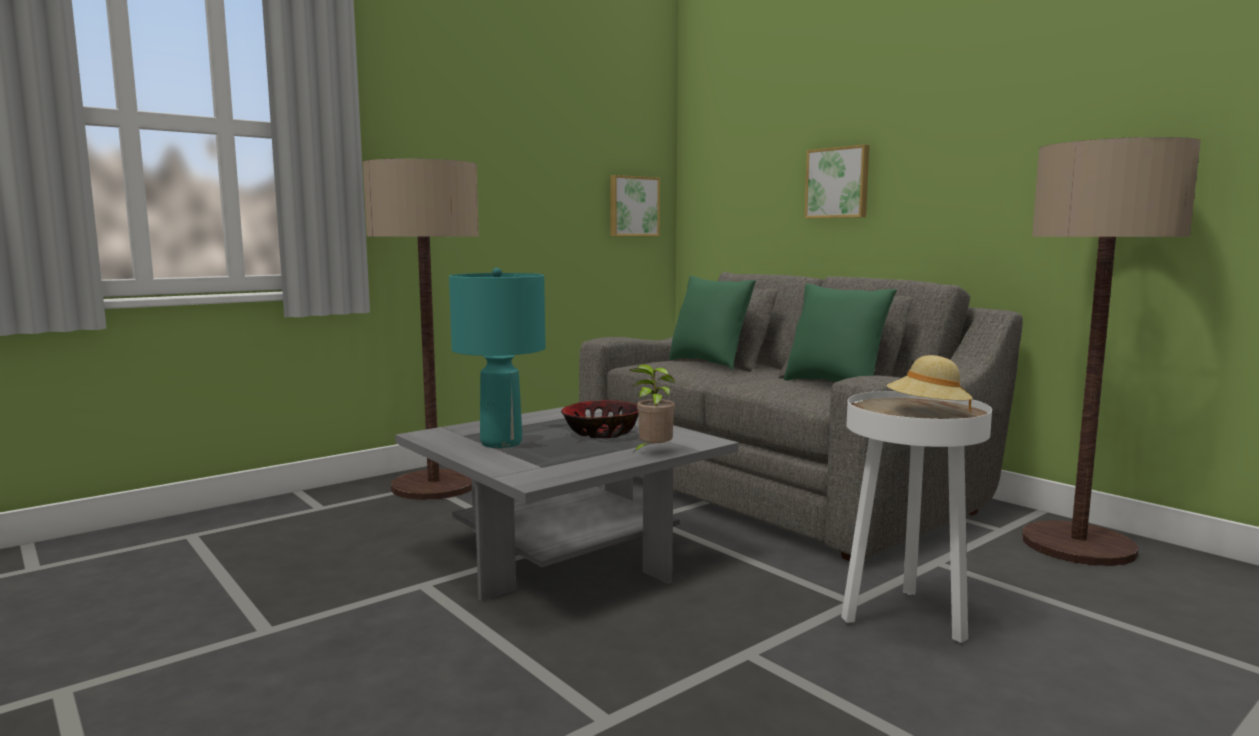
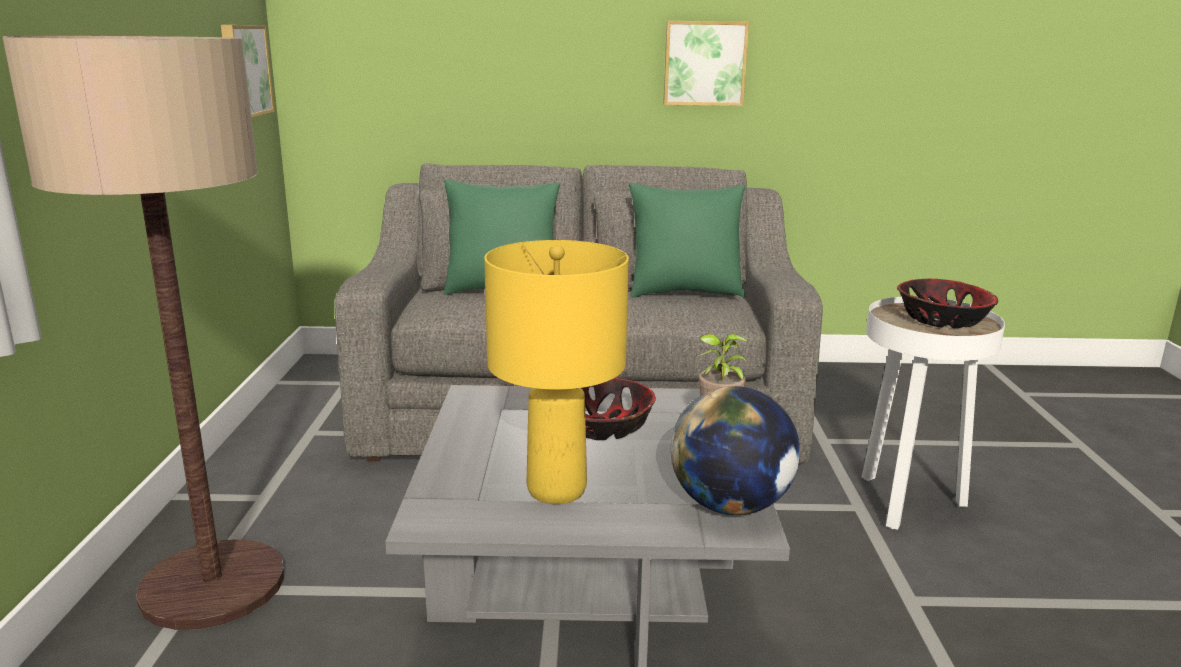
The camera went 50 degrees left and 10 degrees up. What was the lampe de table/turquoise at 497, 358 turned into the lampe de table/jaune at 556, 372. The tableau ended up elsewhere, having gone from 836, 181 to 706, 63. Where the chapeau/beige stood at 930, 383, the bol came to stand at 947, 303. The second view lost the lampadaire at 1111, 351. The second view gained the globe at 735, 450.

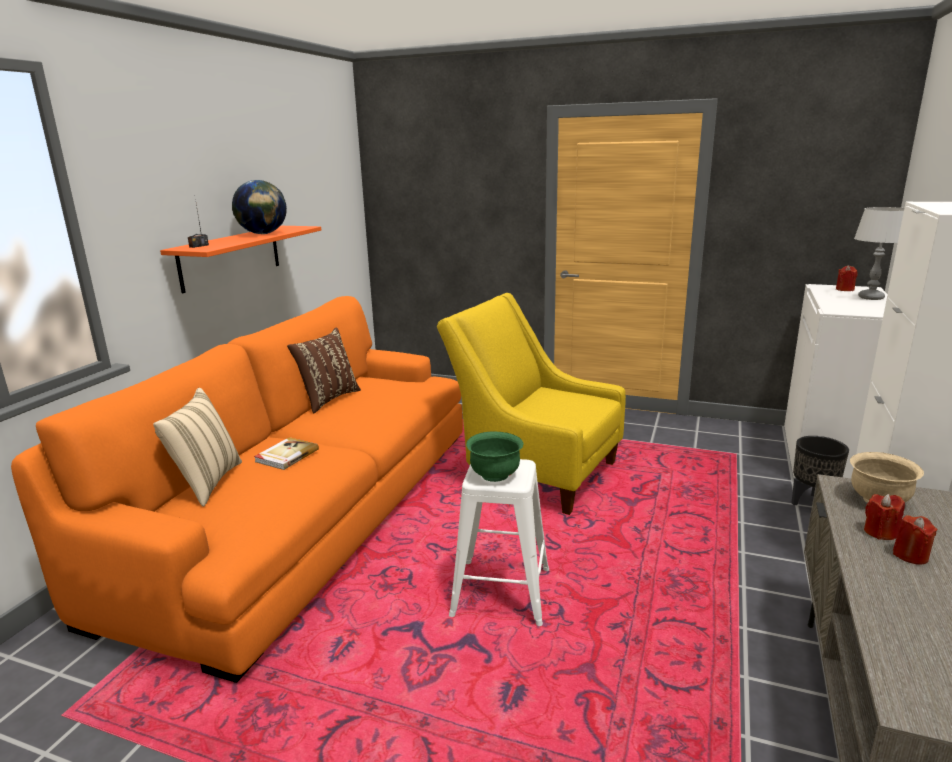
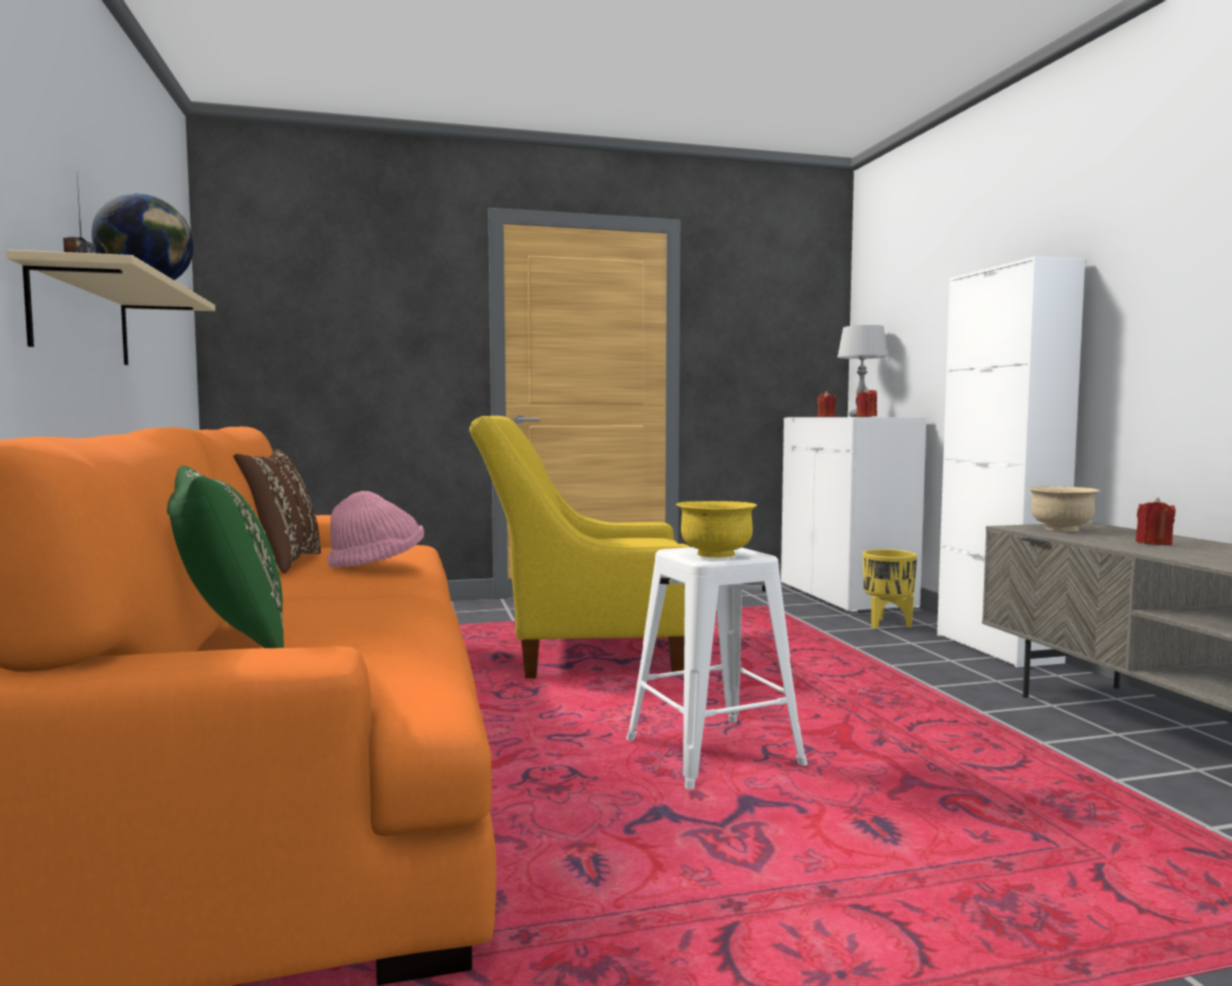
The camera went 35 degrees left and 15 degrees down. What was the coussin/beige at 197, 447 turned into the coussin/vert at 225, 557. What was the étagère/orange at 240, 259 turned into the étagère/beige at 111, 307. The second view lost the livre at 286, 453. What was the bol/vert at 494, 456 turned into the bol/jaune at 717, 529. What was the cache-pot/noir at 820, 470 turned into the cache-pot/jaune at 890, 589. The bougie/rouge ended up elsewhere, having gone from 884, 517 to 866, 402. The second view gained the chapeau/rose at 375, 529.

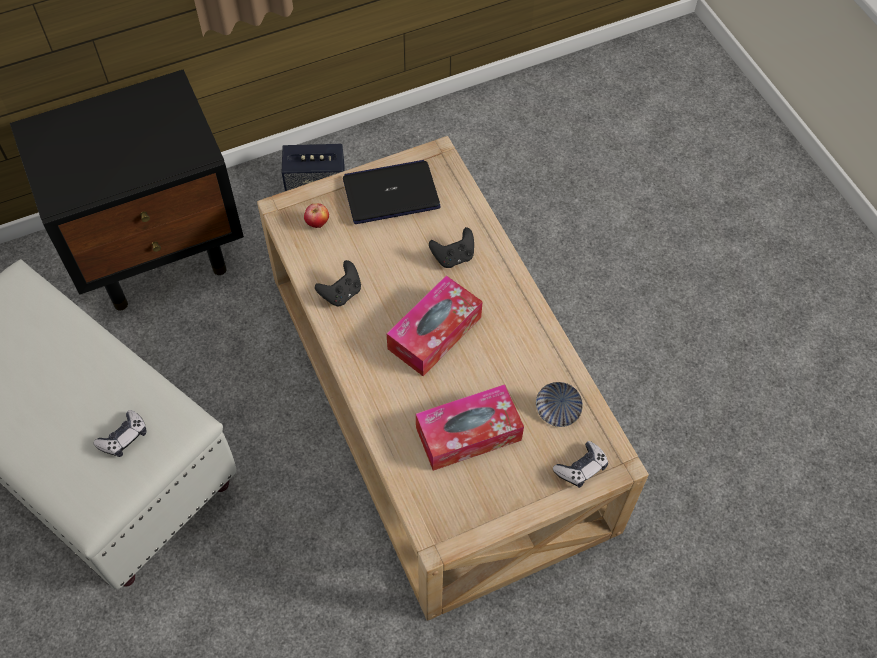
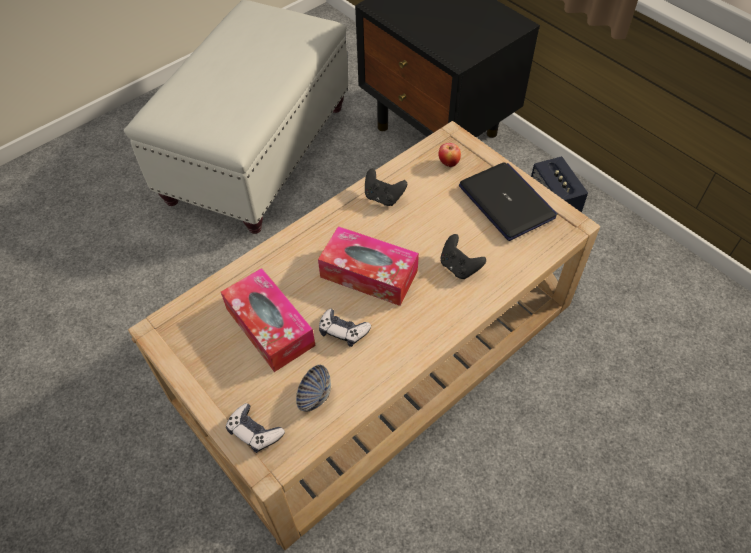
The camera went 75 degrees right and 5 degrees down. The manette ended up elsewhere, having gone from 119, 433 to 345, 328.

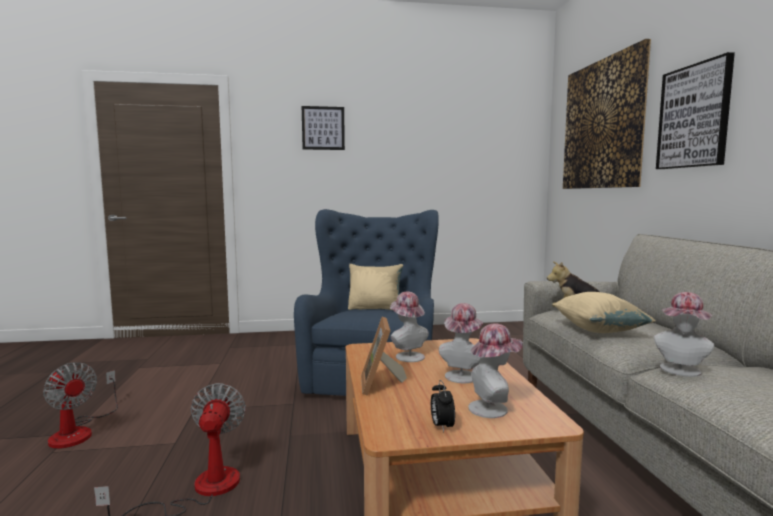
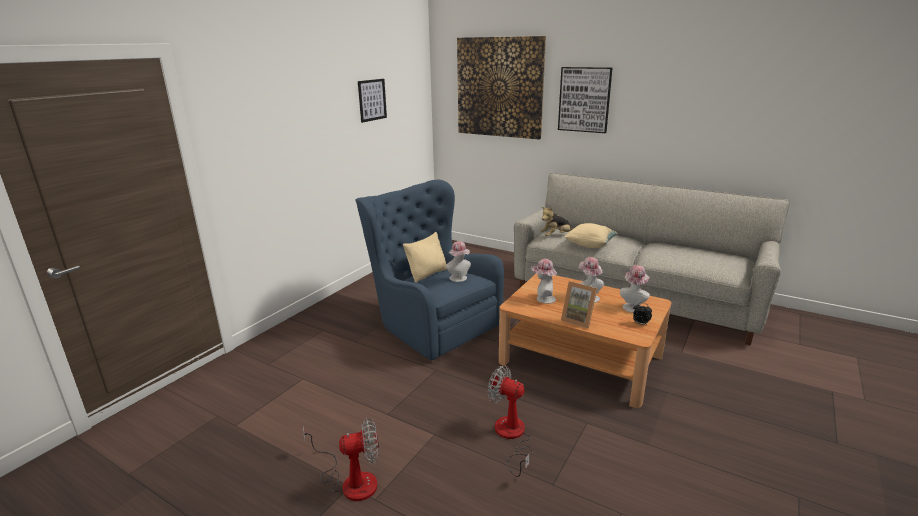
The camera went 50 degrees left and 15 degrees up. The tableau ended up elsewhere, having gone from 323, 128 to 372, 101. The chapeau ended up elsewhere, having gone from 684, 334 to 458, 261.

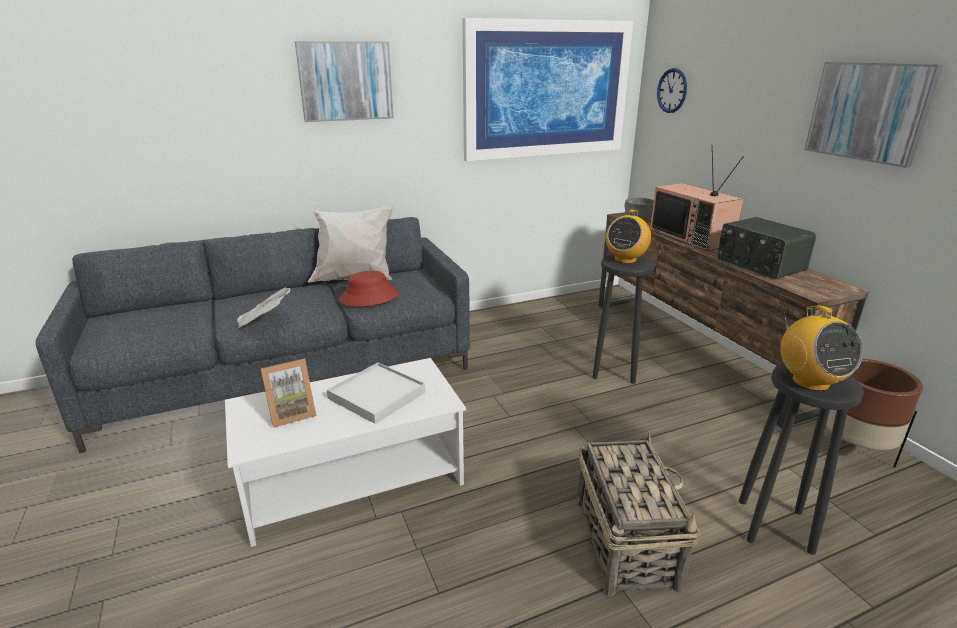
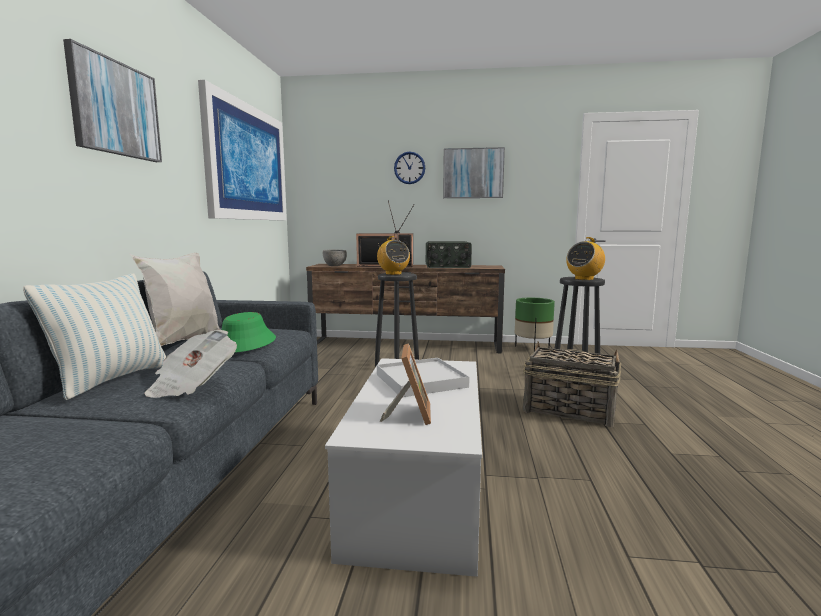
The camera went 60 degrees left and 15 degrees down. What was the chapeau/rouge at 369, 288 turned into the chapeau/vert at 248, 332. The horloge murale ended up elsewhere, having gone from 672, 90 to 409, 167. The radio at 821, 348 ended up facing another way, 120 degrees clockwise from before. What was the cache-pot/marron at 874, 413 turned into the cache-pot/vert at 535, 324. The second view gained the coussin at 94, 337.

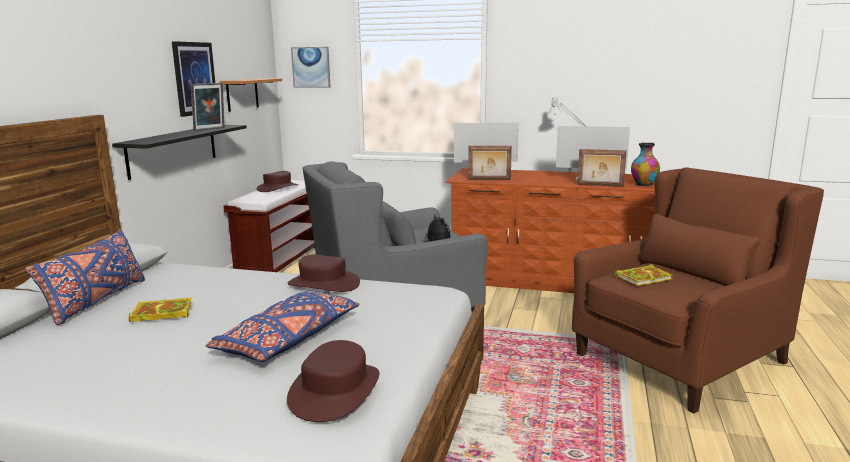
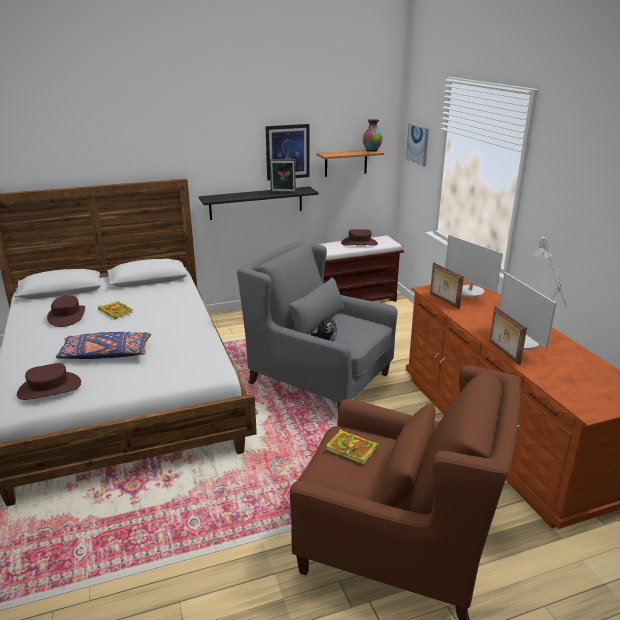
The camera went 55 degrees right and 10 degrees up. The second view lost the coussin/bleu at 85, 277. The chapeau/marron ended up elsewhere, having gone from 324, 273 to 66, 311. The vase ended up elsewhere, having gone from 645, 164 to 372, 135.

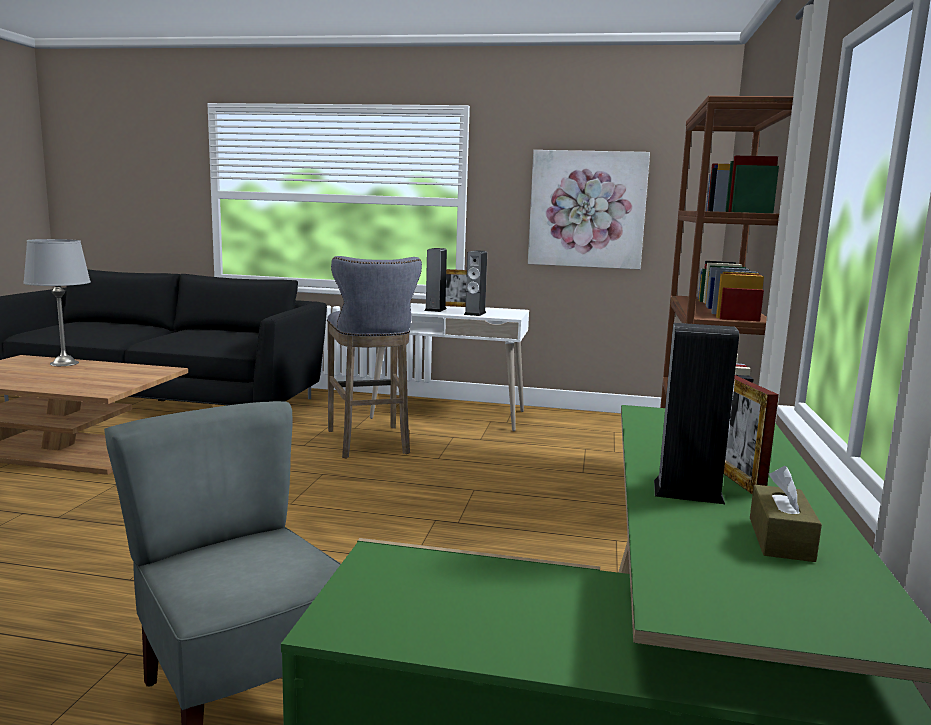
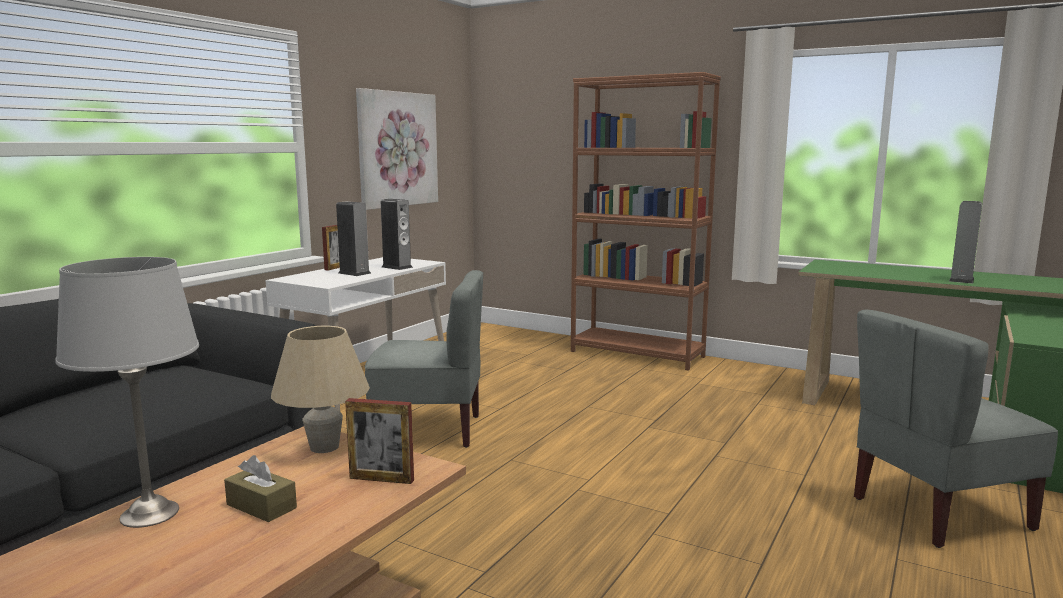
The camera went 70 degrees left and 0 degrees up. Where the tabouret/gris stood at 374, 357, the chaise/gris came to stand at 424, 359. The cadre photo ended up elsewhere, having gone from 751, 435 to 379, 441. The boîte à mouchoirs/marron ended up elsewhere, having gone from 786, 514 to 260, 488. The second view gained the lampe de table/beige at 320, 389.

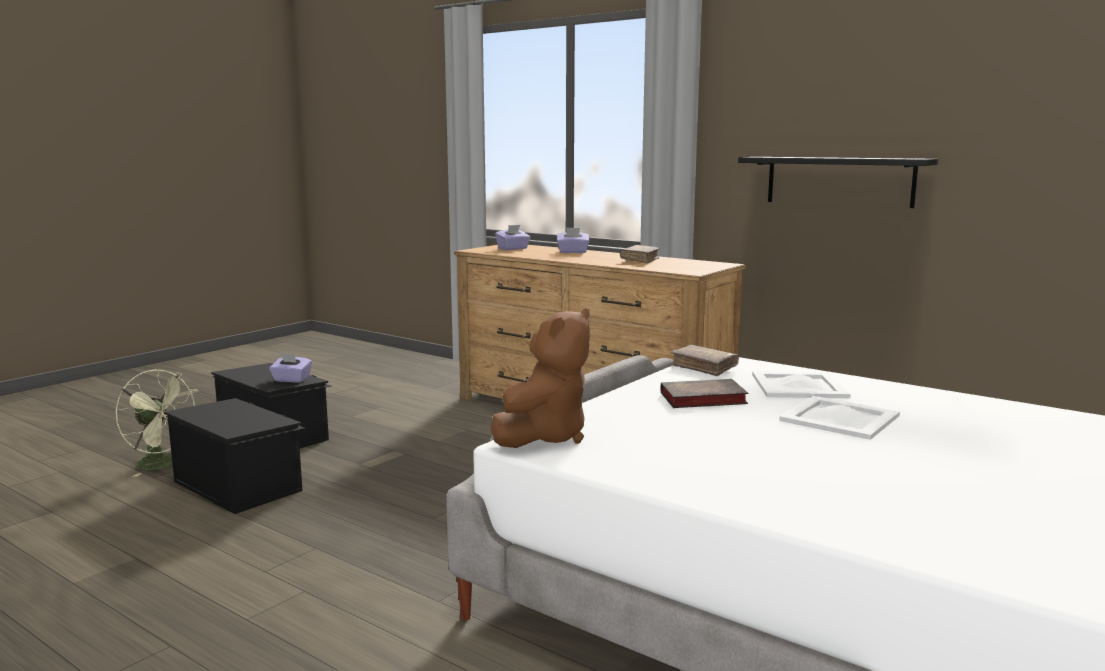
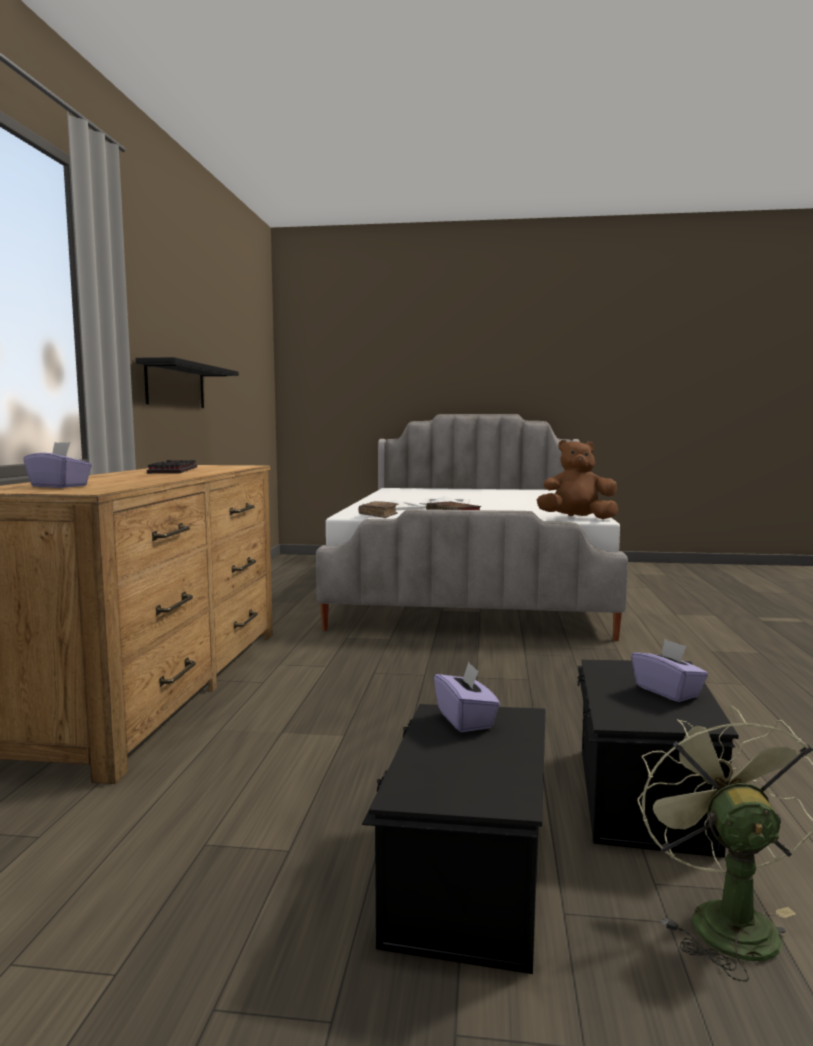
The camera went 120 degrees left and 5 degrees down. The boîte à mouchoirs/violet ended up elsewhere, having gone from 573, 240 to 669, 670. Where the livre/marron stood at 640, 254, the clavier came to stand at 172, 467.

